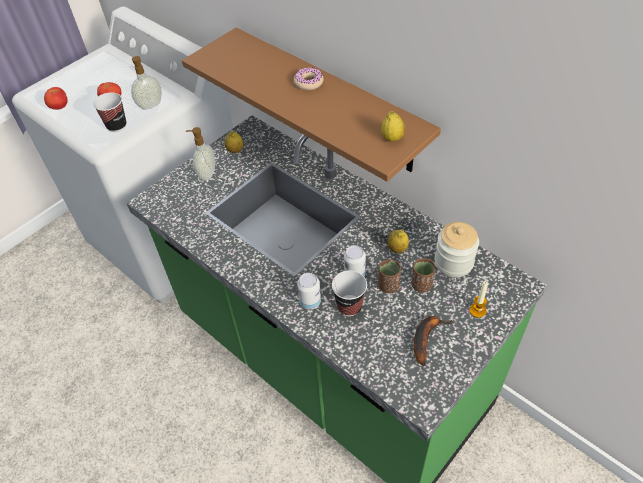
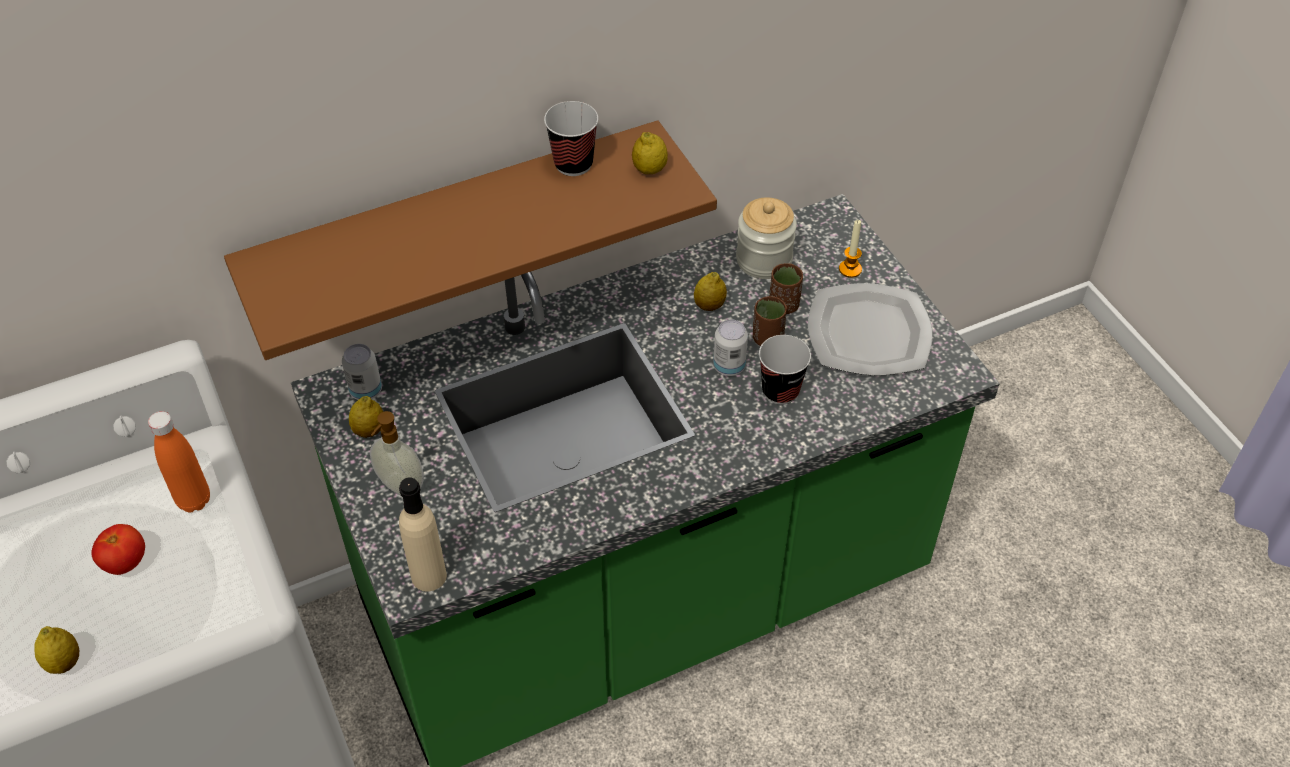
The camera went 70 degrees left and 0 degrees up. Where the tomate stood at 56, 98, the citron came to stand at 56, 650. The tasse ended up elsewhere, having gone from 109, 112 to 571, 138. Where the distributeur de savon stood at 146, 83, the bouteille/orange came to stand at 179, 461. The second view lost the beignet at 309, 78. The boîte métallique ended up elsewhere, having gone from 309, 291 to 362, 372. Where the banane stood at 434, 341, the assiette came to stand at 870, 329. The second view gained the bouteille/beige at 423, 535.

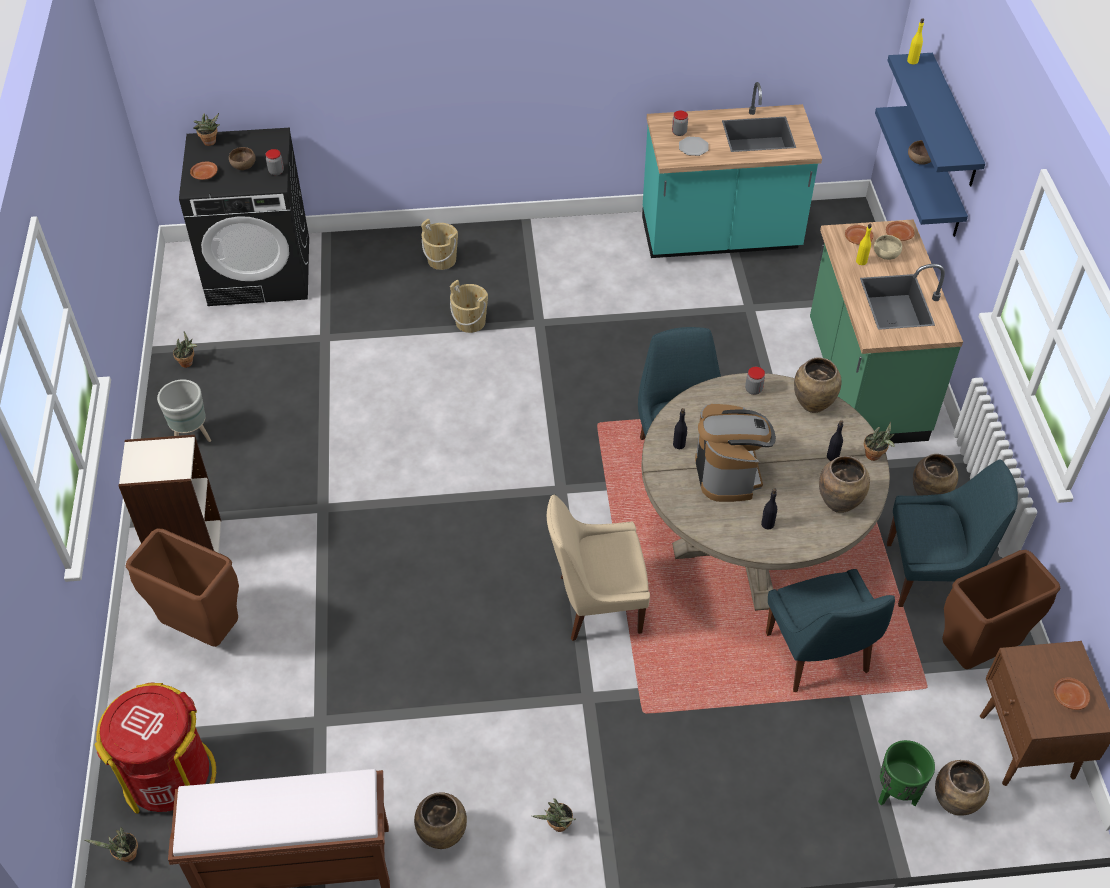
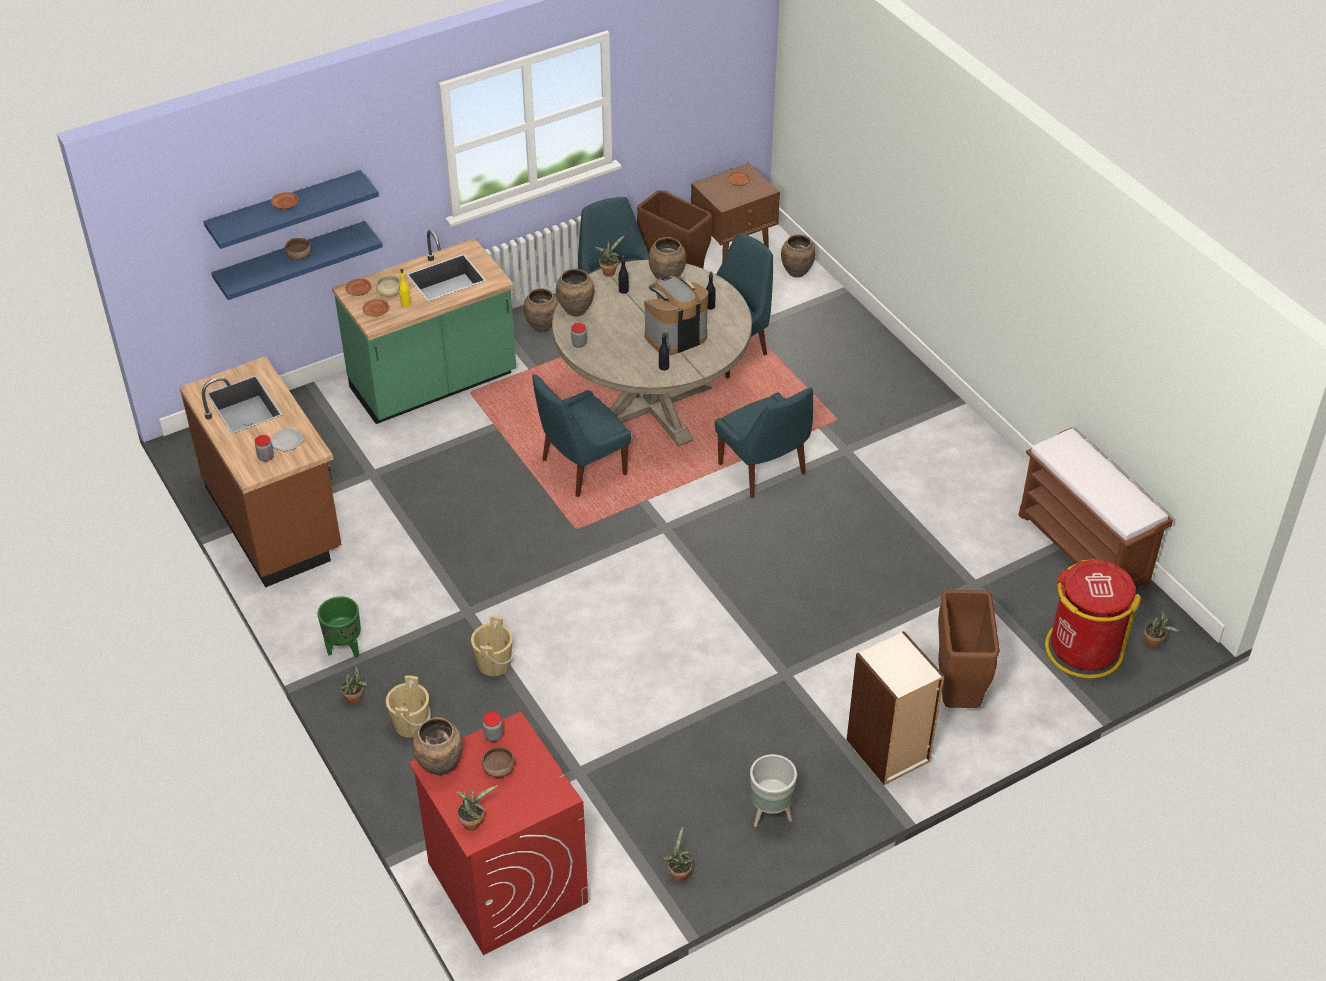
The camera went 115 degrees left and 5 degrees down. What was the lave-linge/noir at 244, 217 turned into the lave-linge/rouge at 498, 833. The assiette/marron ended up elsewhere, having gone from 204, 170 to 285, 200. The vase/marron ended up elsewhere, having gone from 440, 820 to 437, 746. The plante en pot ended up elsewhere, having gone from 554, 815 to 354, 684. What was the chaise/beige at 598, 568 turned into the chaise/bleu at 764, 442. What was the comptoir de cuisine/turquoise at 732, 170 turned into the comptoir de cuisine/marron at 260, 472. The cache-pot/vert ended up elsewhere, having gone from 906, 773 to 339, 627. The second view lost the bouteille/jaune at 915, 41.

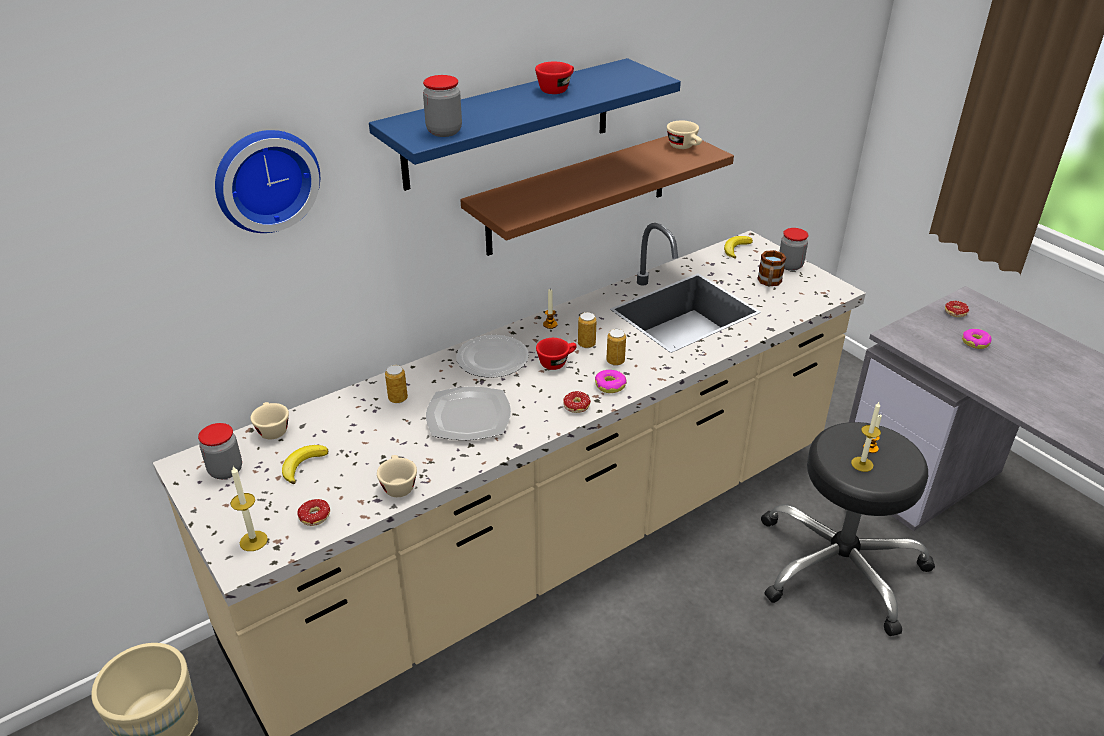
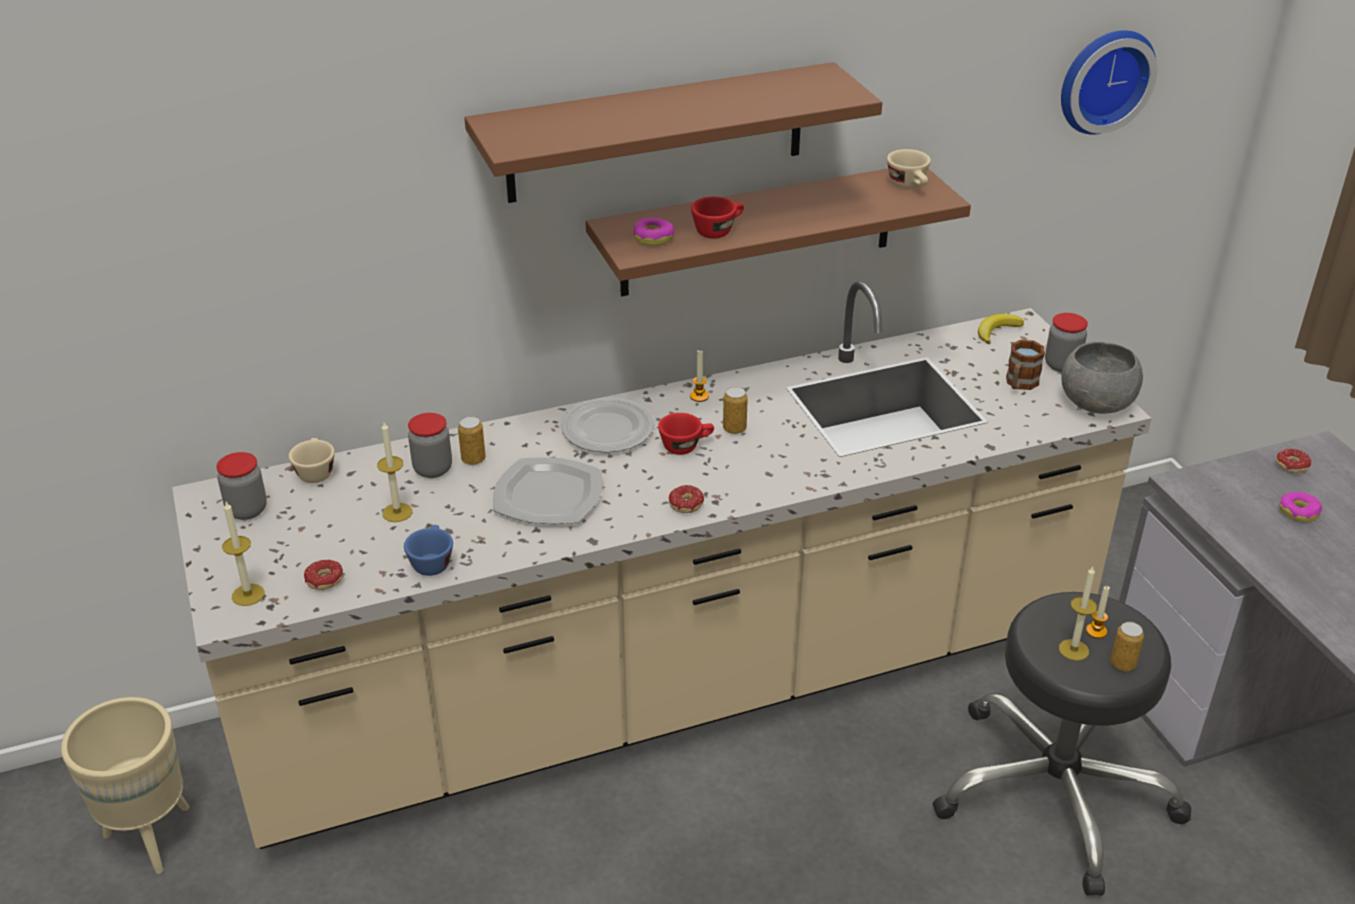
The camera went 15 degrees right and 0 degrees up. The horloge murale ended up elsewhere, having gone from 267, 181 to 1109, 82. The second view lost the banane at 305, 464. What was the étagère/bleu at 525, 124 turned into the étagère/marron at 673, 132. What was the tasse/beige at 397, 476 turned into the tasse/bleu at 428, 550. The bocal ended up elsewhere, having gone from 442, 106 to 430, 445. The tasse/rouge ended up elsewhere, having gone from 554, 78 to 717, 217. The beignet ended up elsewhere, having gone from 611, 381 to 653, 232. The boîte métallique ended up elsewhere, having gone from 616, 347 to 1127, 646. The second view gained the bougie at 394, 472. The second view gained the bol/gris at 1102, 378.

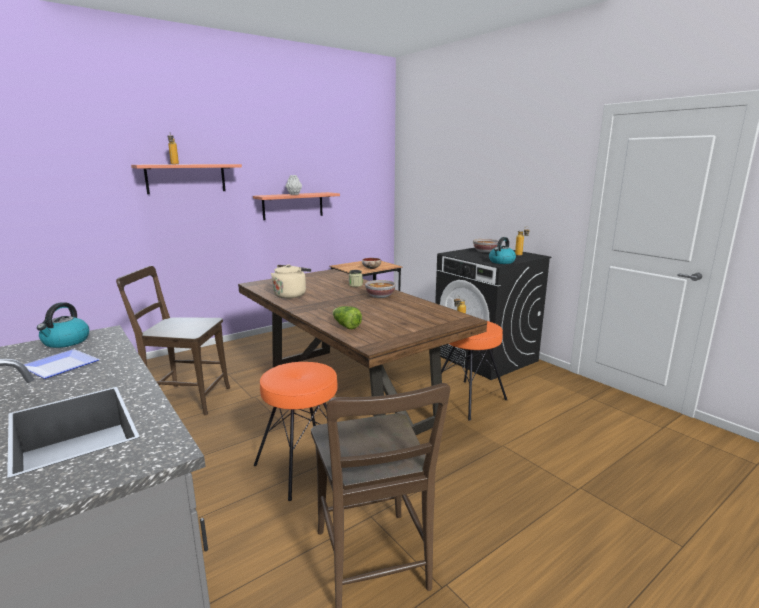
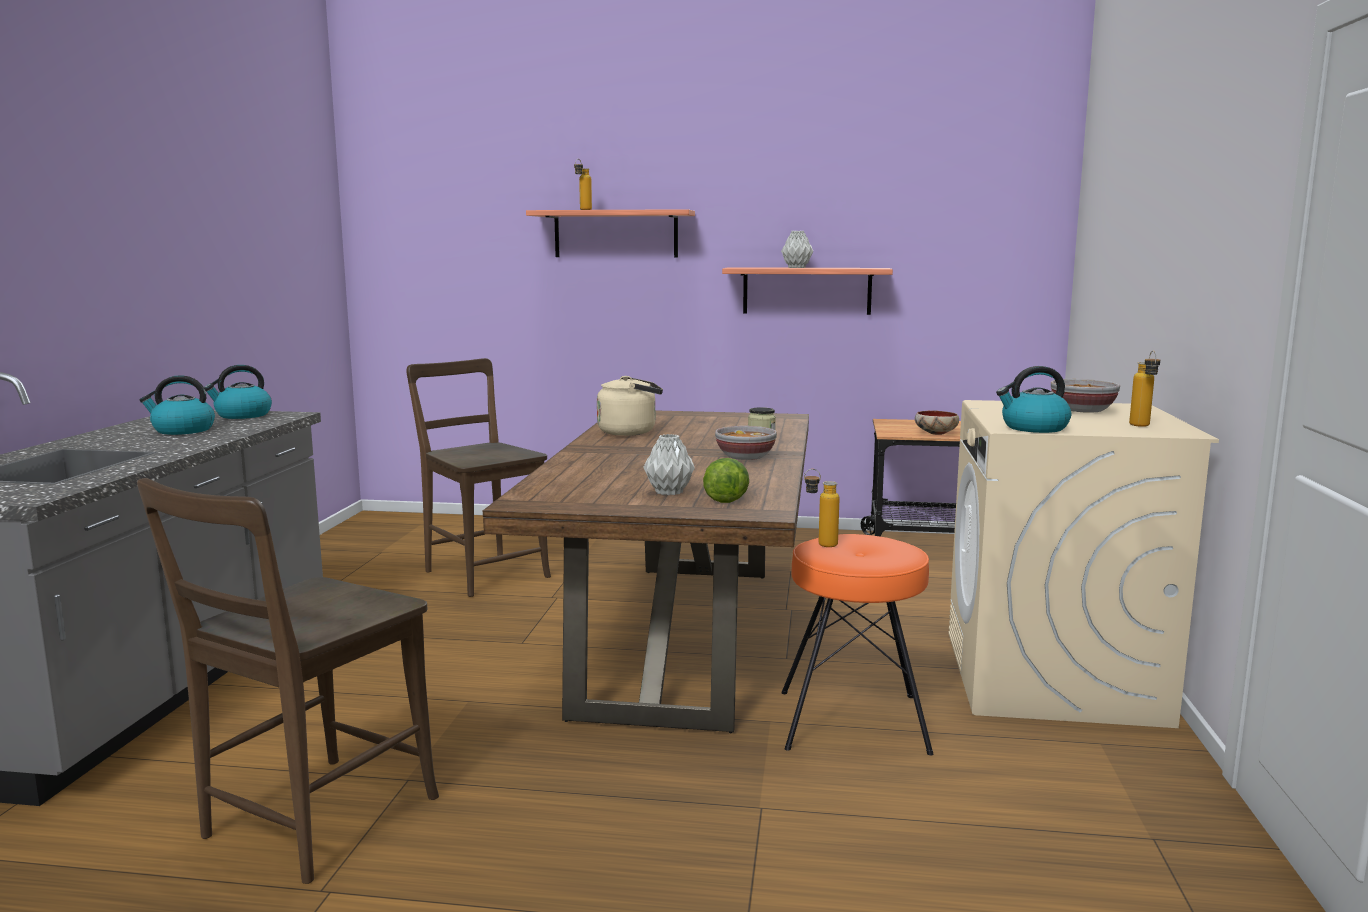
The camera went 45 degrees right and 5 degrees down. Where the assiette stood at 62, 364, the bouilloire came to stand at 177, 405. The second view lost the tabouret/orange at 296, 431. The laitue ended up elsewhere, having gone from 347, 317 to 726, 480. What was the lave-linge/noir at 493, 314 turned into the lave-linge/beige at 1083, 564. The second view gained the vase/gris at 669, 464.

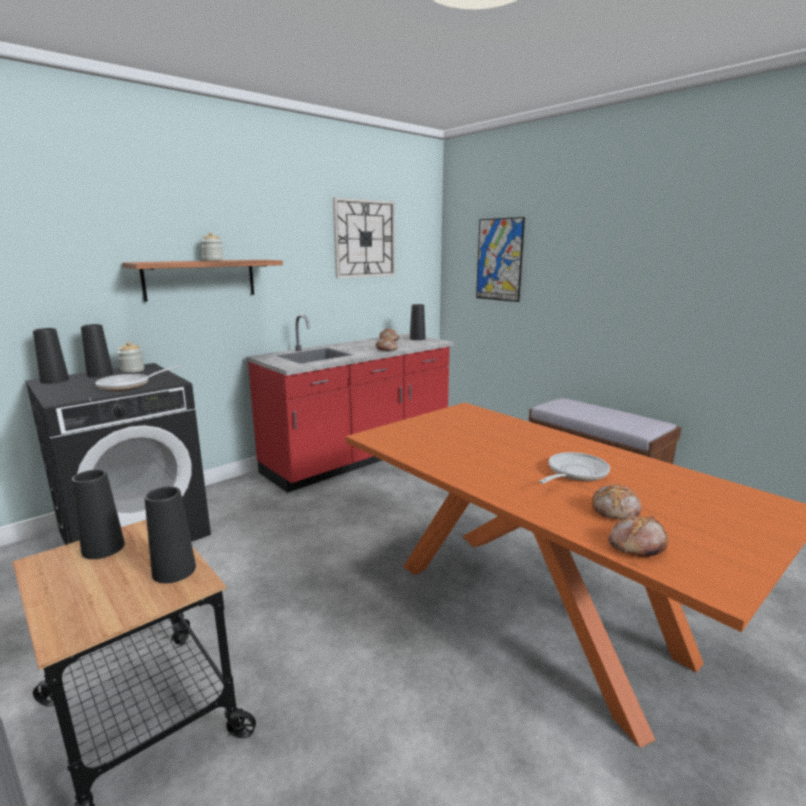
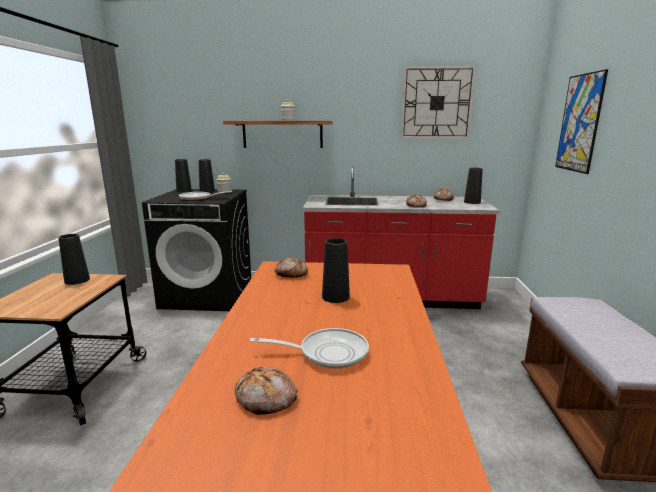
The camera went 45 degrees right and 0 degrees up. The vase/noir ended up elsewhere, having gone from 170, 534 to 336, 270. The pain ended up elsewhere, having gone from 638, 536 to 291, 268.

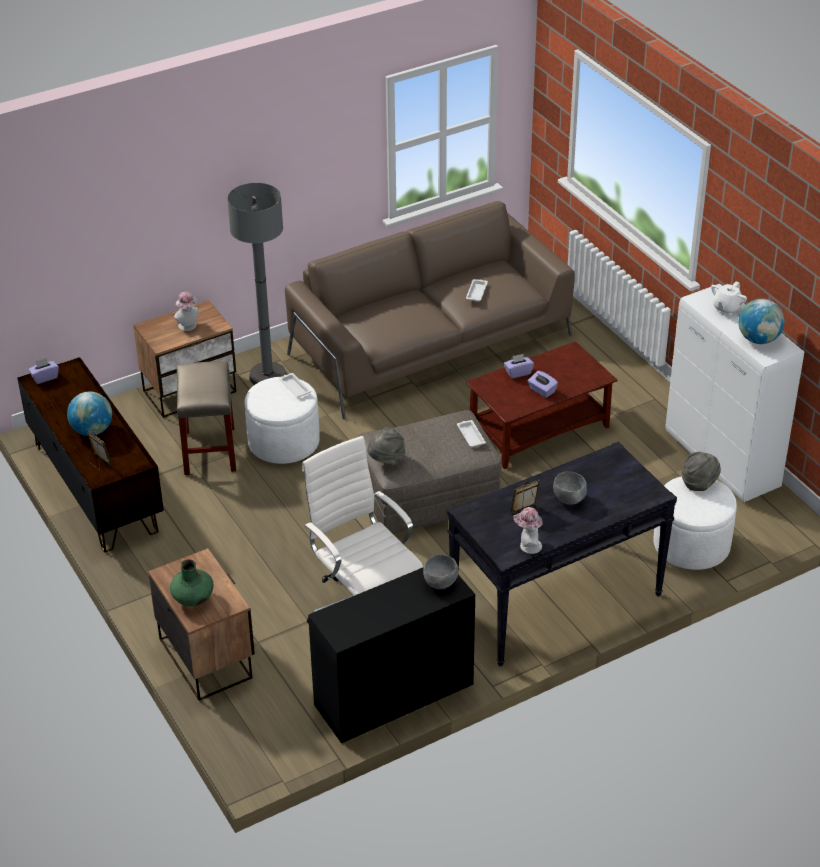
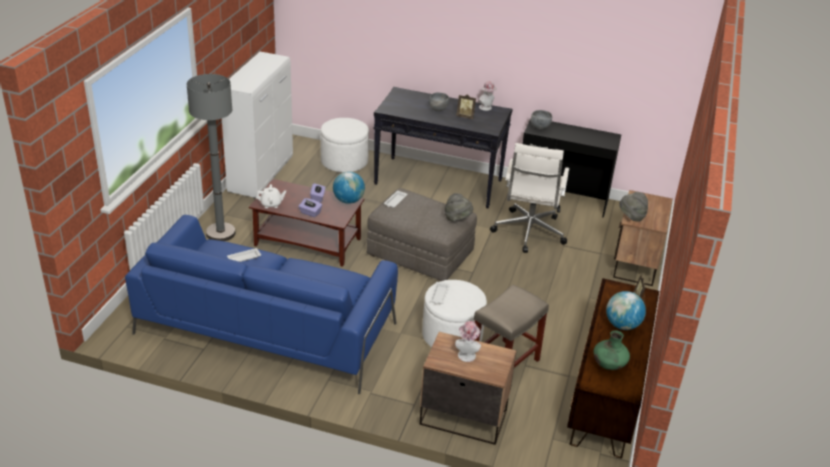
The camera went 135 degrees left and 5 degrees down. The second view lost the boîte à mouchoirs/violet at 43, 371. The vase/vert ended up elsewhere, having gone from 191, 582 to 611, 350. The lampadaire/gris ended up elsewhere, having gone from 256, 284 to 211, 157. What was the canapé/marron at 430, 310 turned into the canapé/bleu at 261, 304. The chapeau/gris ended up elsewhere, having gone from 701, 471 to 633, 207. The théière/blanc ended up elsewhere, having gone from 729, 298 to 271, 196. The globe ended up elsewhere, having gone from 761, 321 to 349, 187.

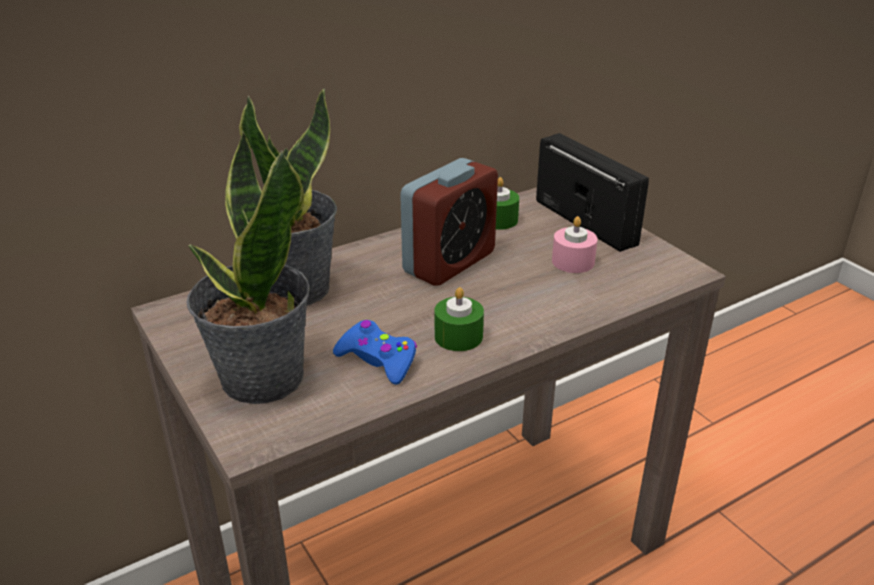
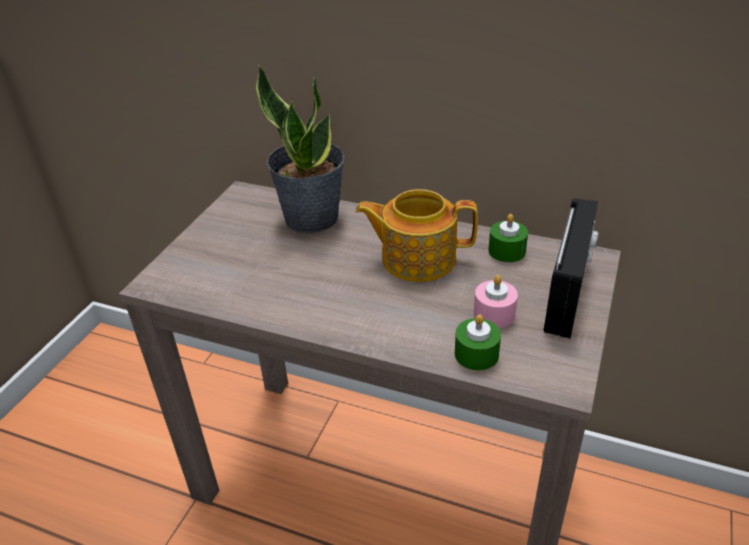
The camera went 55 degrees right and 5 degrees up. The second view lost the plante en pot at 248, 267. The second view lost the manette/bleu at 375, 352. Where the réveil stood at 449, 222, the théière came to stand at 416, 235. The bougie/vert ended up elsewhere, having gone from 459, 319 to 478, 342.

